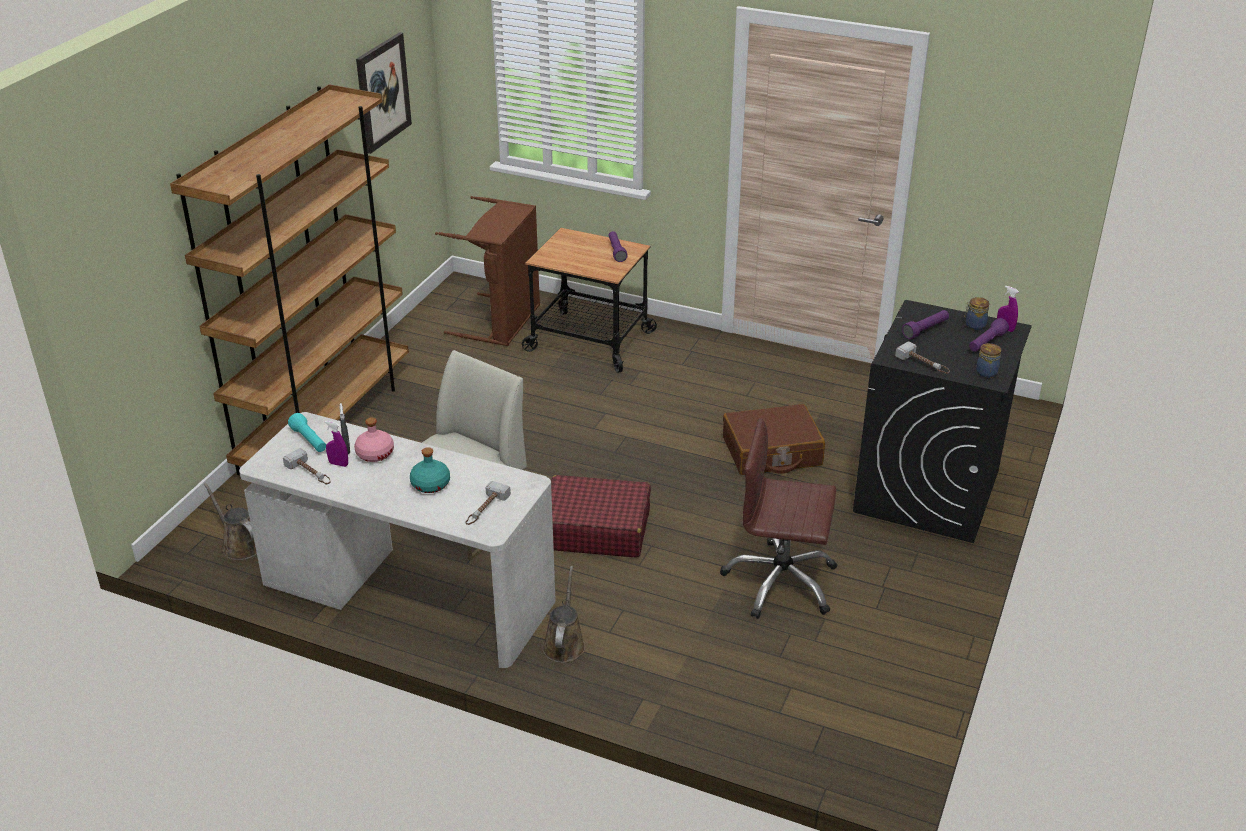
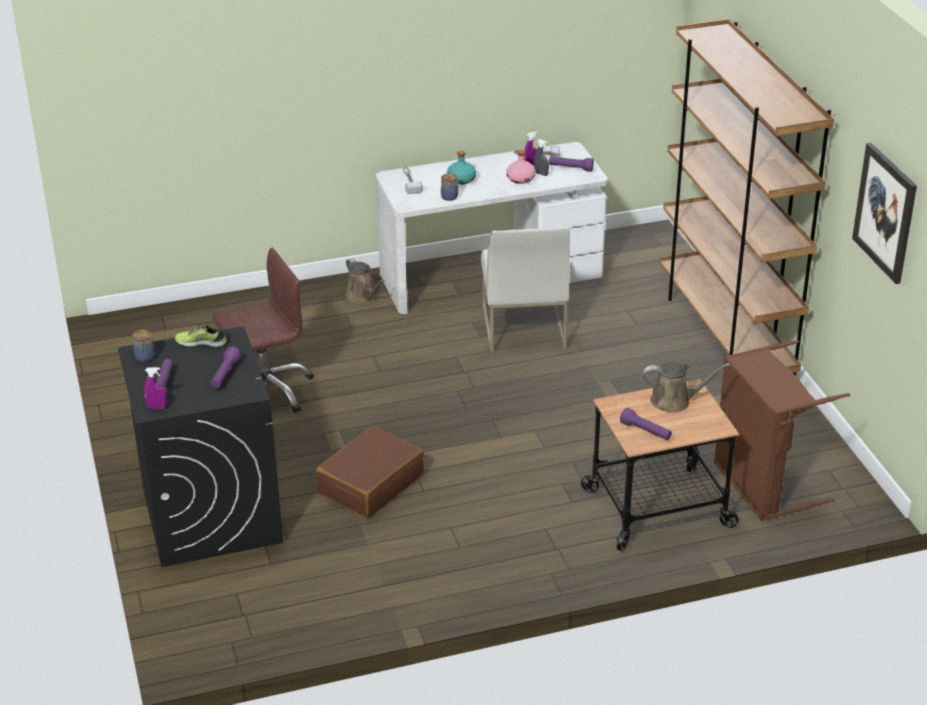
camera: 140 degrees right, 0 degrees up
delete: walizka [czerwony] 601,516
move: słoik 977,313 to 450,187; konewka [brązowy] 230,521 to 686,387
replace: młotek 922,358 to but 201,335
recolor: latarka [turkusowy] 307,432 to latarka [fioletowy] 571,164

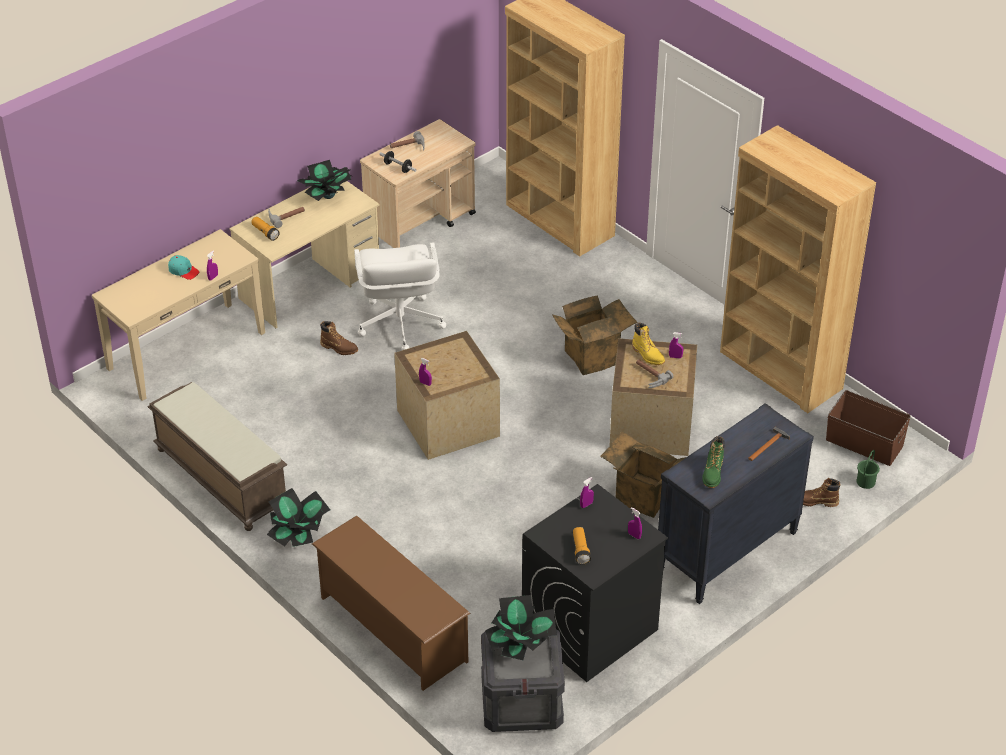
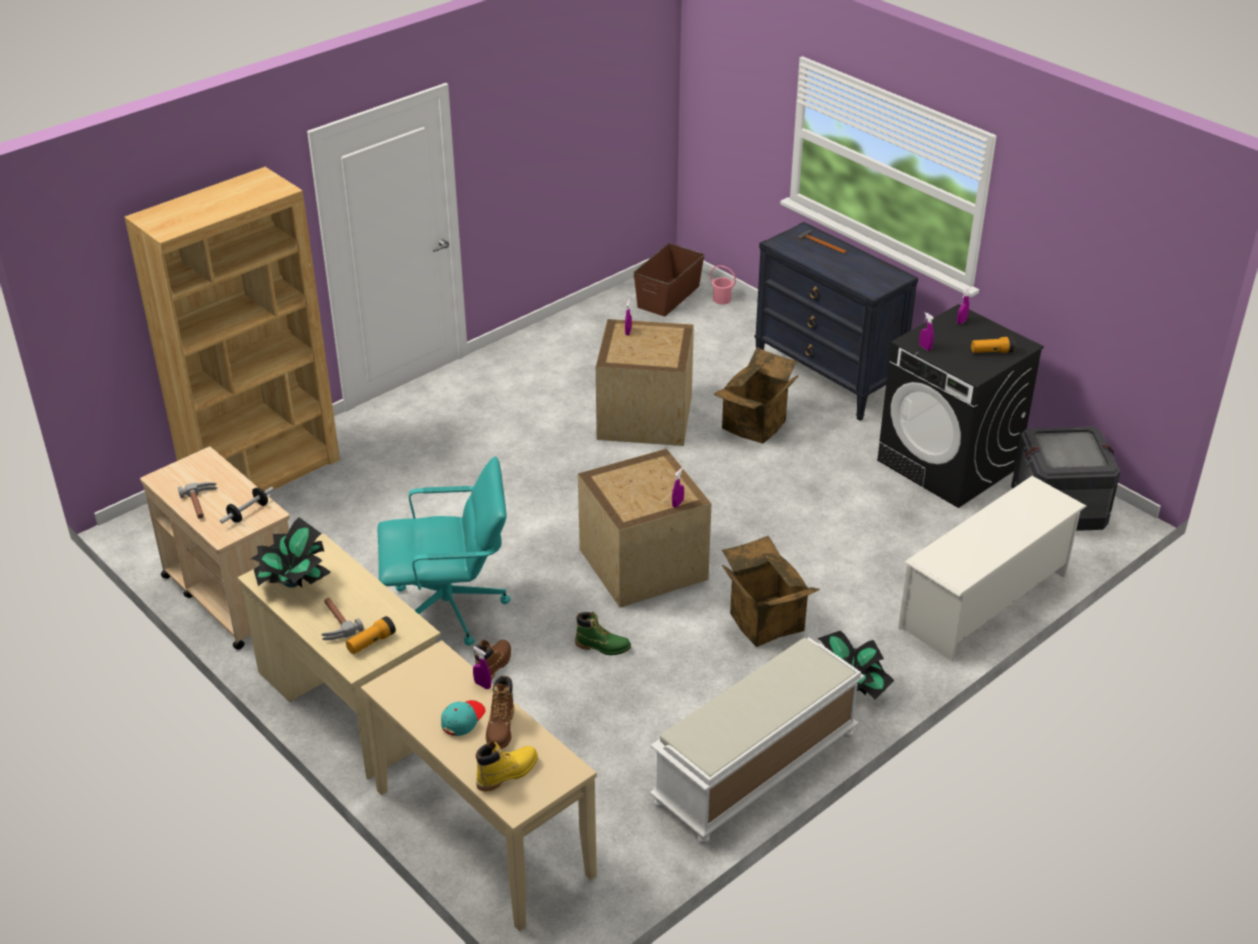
camera: 90 degrees left, 5 degrees down
delete: regał [brązowy] 798,269; młotek 654,373; roślina doniczkowa 521,627
move: karton 595,335 to 771,591; but z cholewką [żółty] 648,344 to 507,766; but z cholewką [zielony] 713,462 to 603,633; but z cholewką [brązowy] 821,492 to 500,712
recolor: krzesło biurowe [biały] 400,296 to krzesło biurowe [turkusowy] 443,551; ławka [brązowy] 217,456 to ławka [biały] 757,741; wiadro [zielony] 868,469 to wiadro [różowy] 723,284; regał na buty [brązowy] 391,603 to regał na buty [biały] 992,568

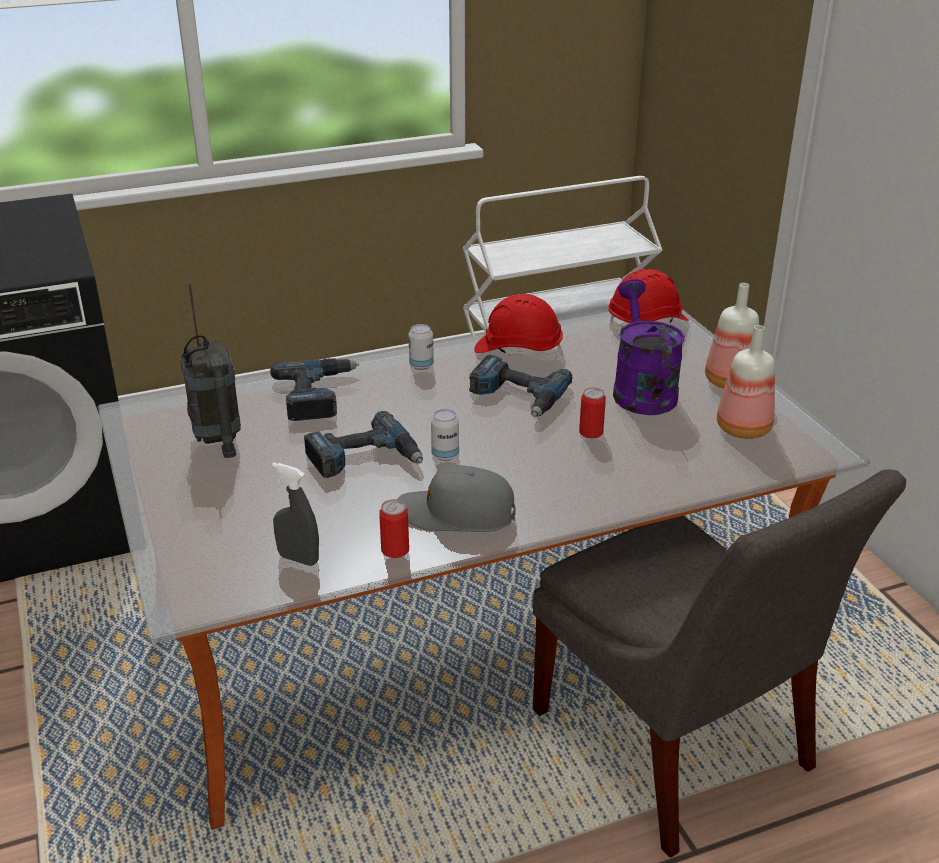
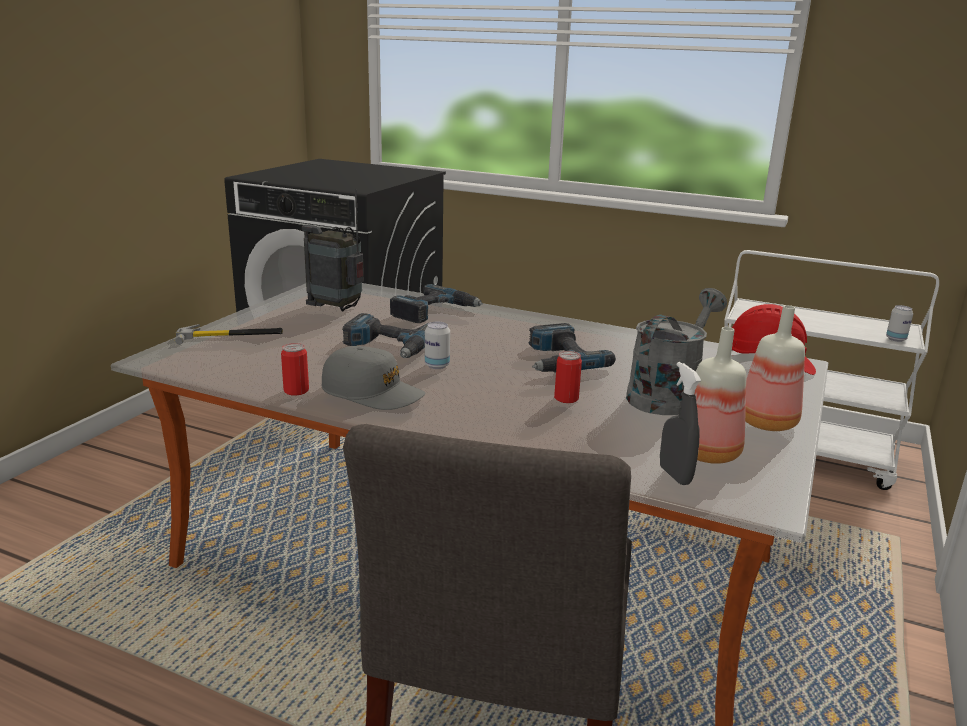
camera: 45 degrees right, 10 degrees down
delete: kask [czerwony] 518,327
insert: młotek 229,334
move: puszka 421,347 to 899,323; spryskiwacz [szary] 295,514 to 680,423
recolor: konewka [fioletowy] 649,347 to konewka [szary] 676,351
rotate: radio 210,371 = 333,250 90 degrees clockwise; czapka z daszkiem [szary] 456,498 = 373,378 150 degrees clockwise

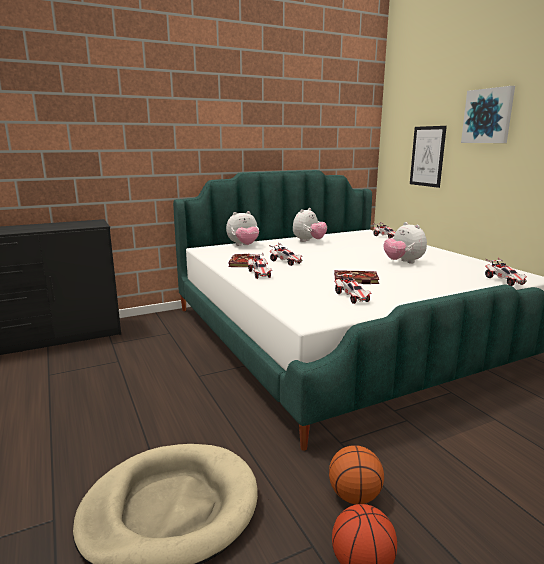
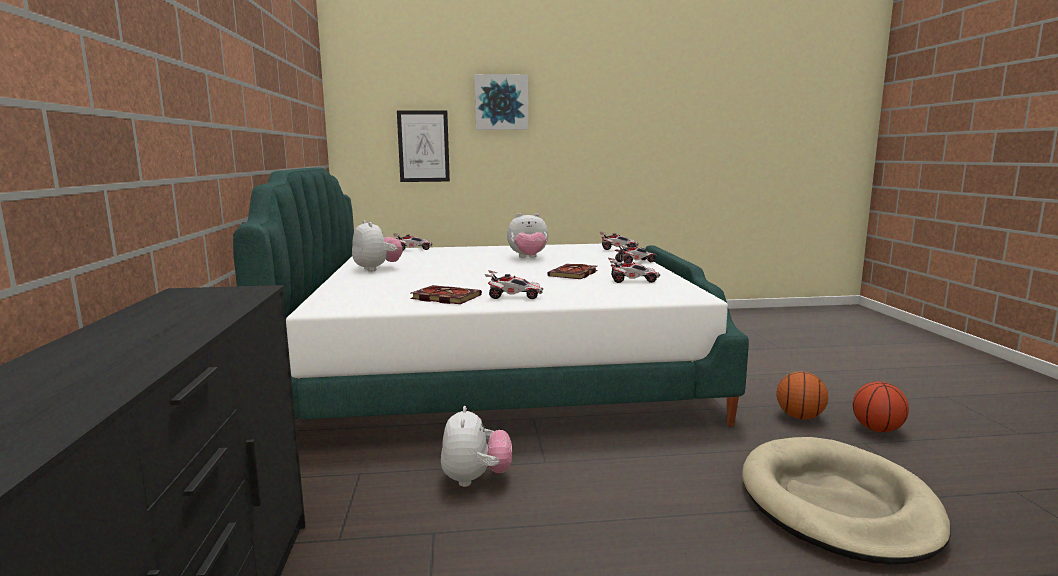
camera: 70 degrees left, 5 degrees down
move: pluszak 242,228 to 476,446; samochodzik 285,254 to 635,253

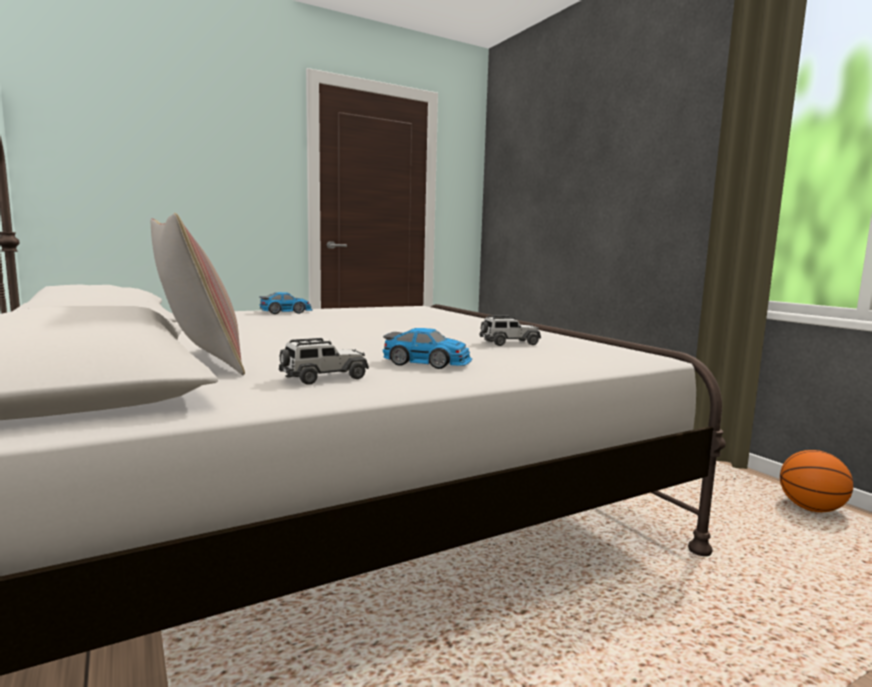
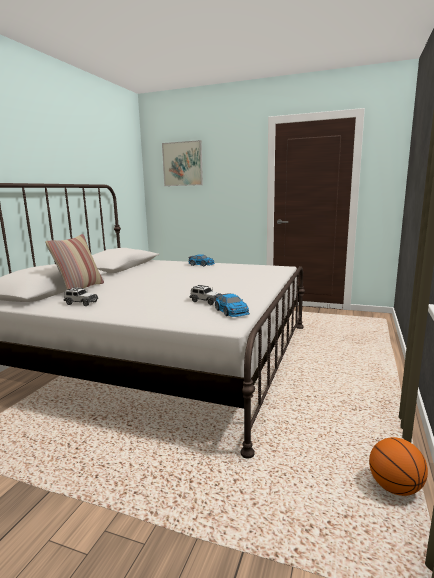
camera: 50 degrees right, 5 degrees up
insert: obraz 182,163
move: samochodzik 427,348 to 232,305

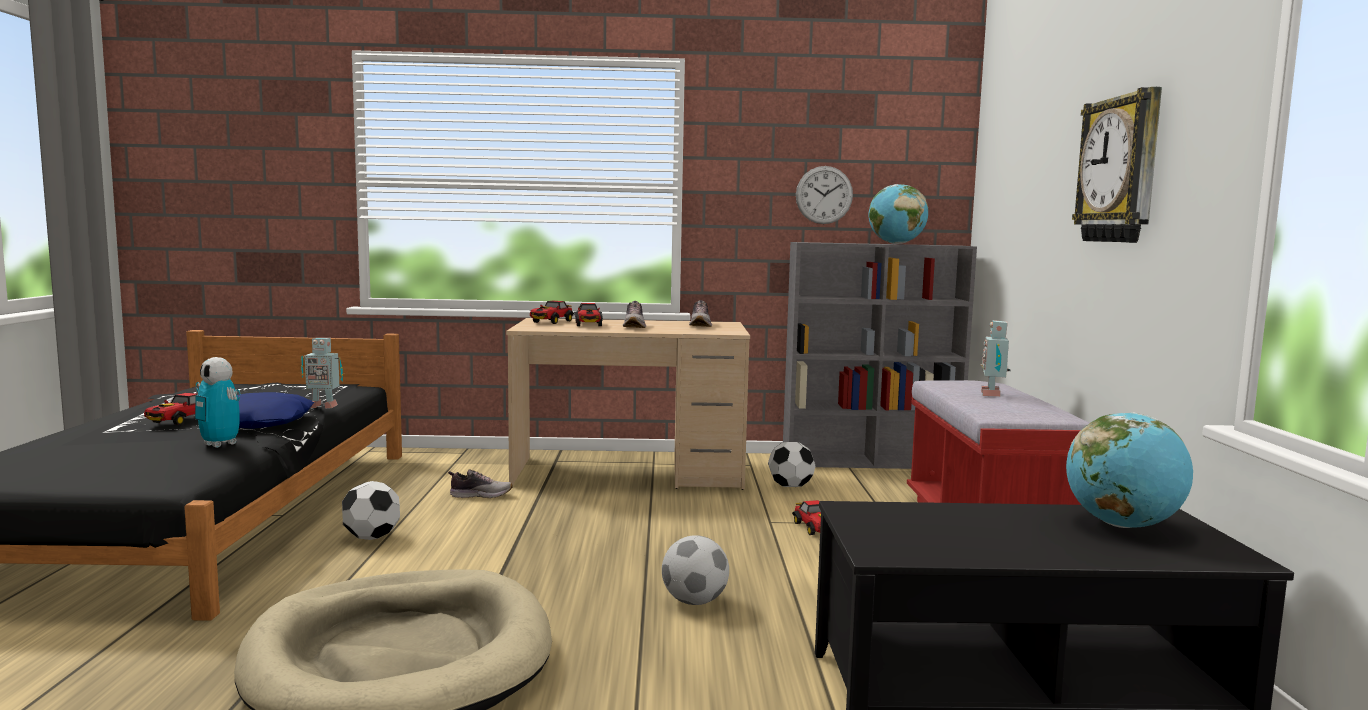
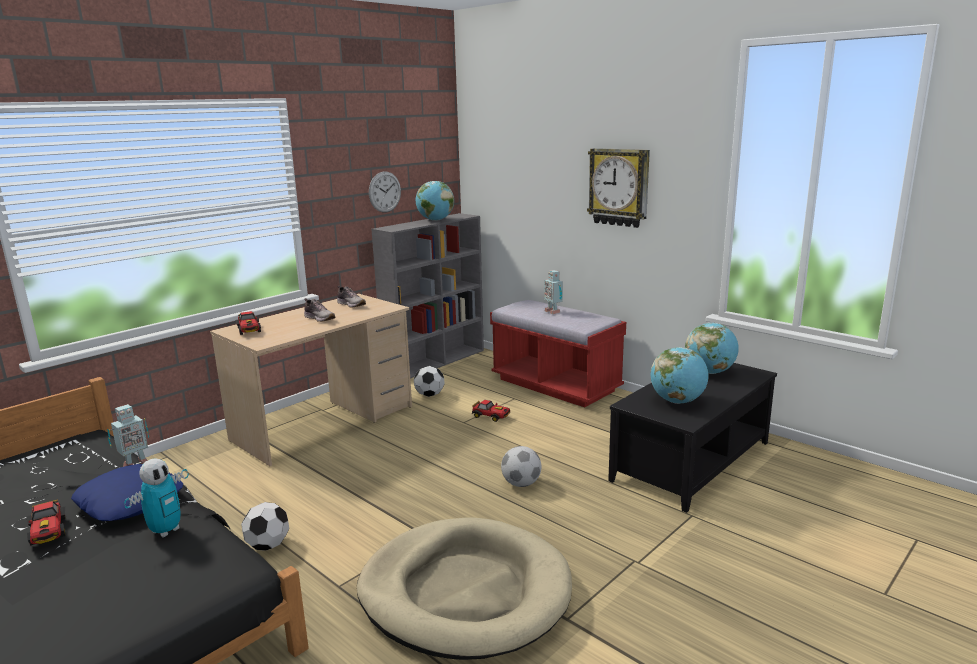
camera: 45 degrees left, 10 degrees up
delete: samochodzik 588,314; but 480,483
insert: globus 680,375
rotate: robot zabawkowy 218,402 = 156,497 45 degrees counterclockwise

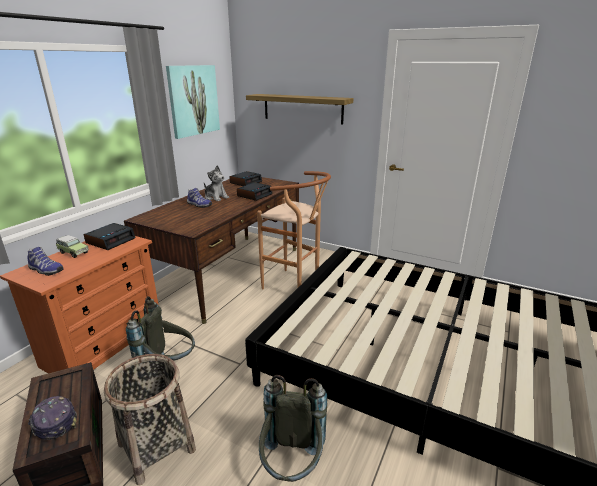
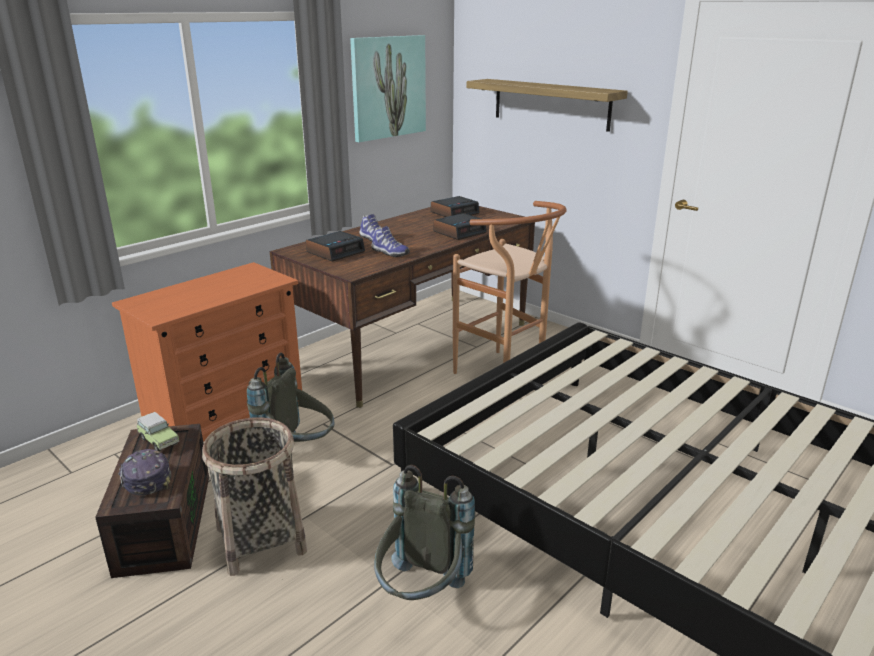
camera: 15 degrees right, 0 degrees up
delete: pluszak 216,184
move: budzik 110,236 to 335,246; samochodzik 72,246 to 158,432; but 45,261 to 390,241

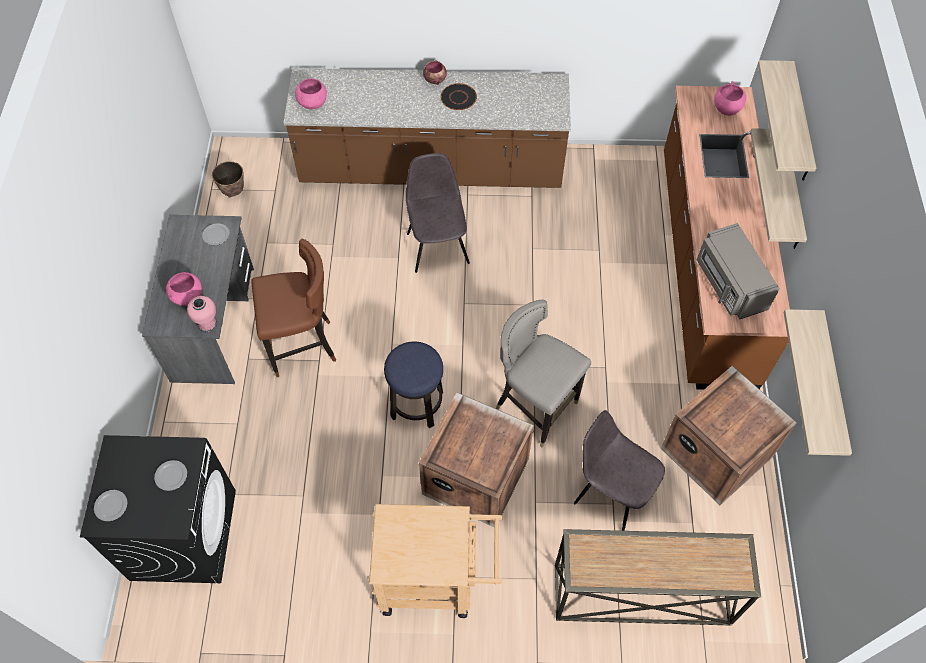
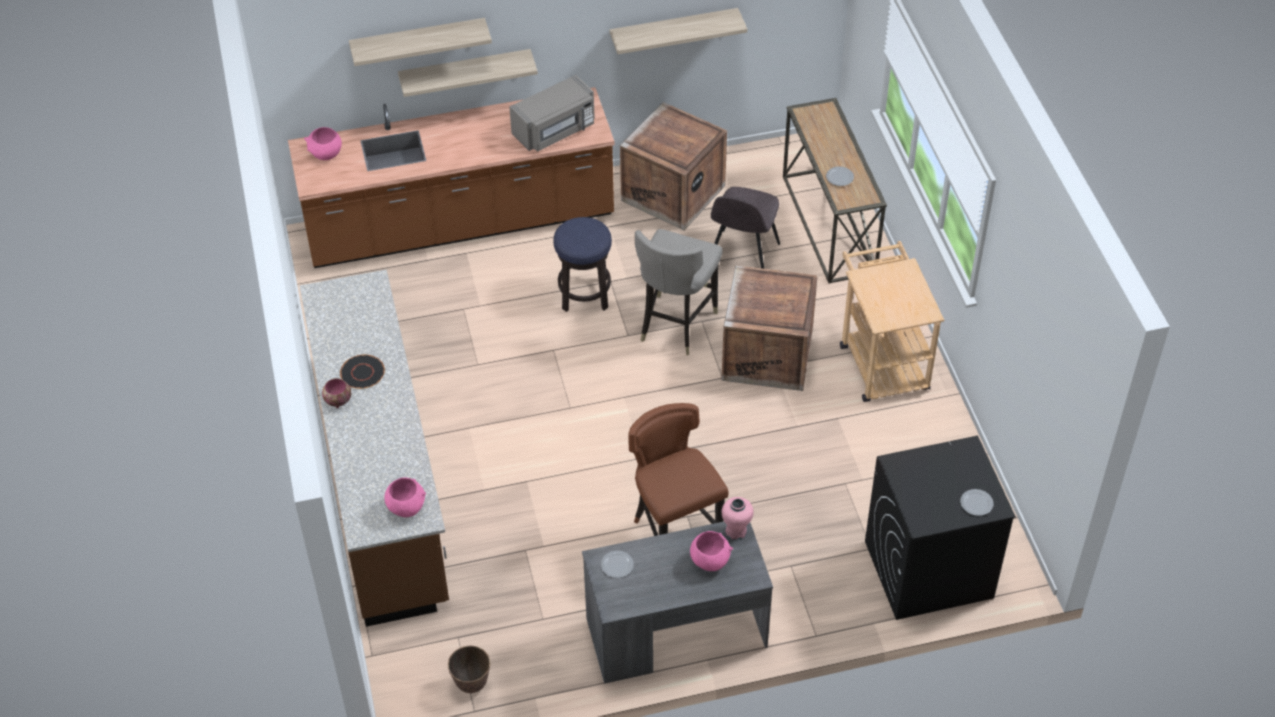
camera: 105 degrees left, 10 degrees down
delete: krzesło [szary] 438,213
move: stołek 413,385 to 582,264; talerz 170,475 to 840,176

